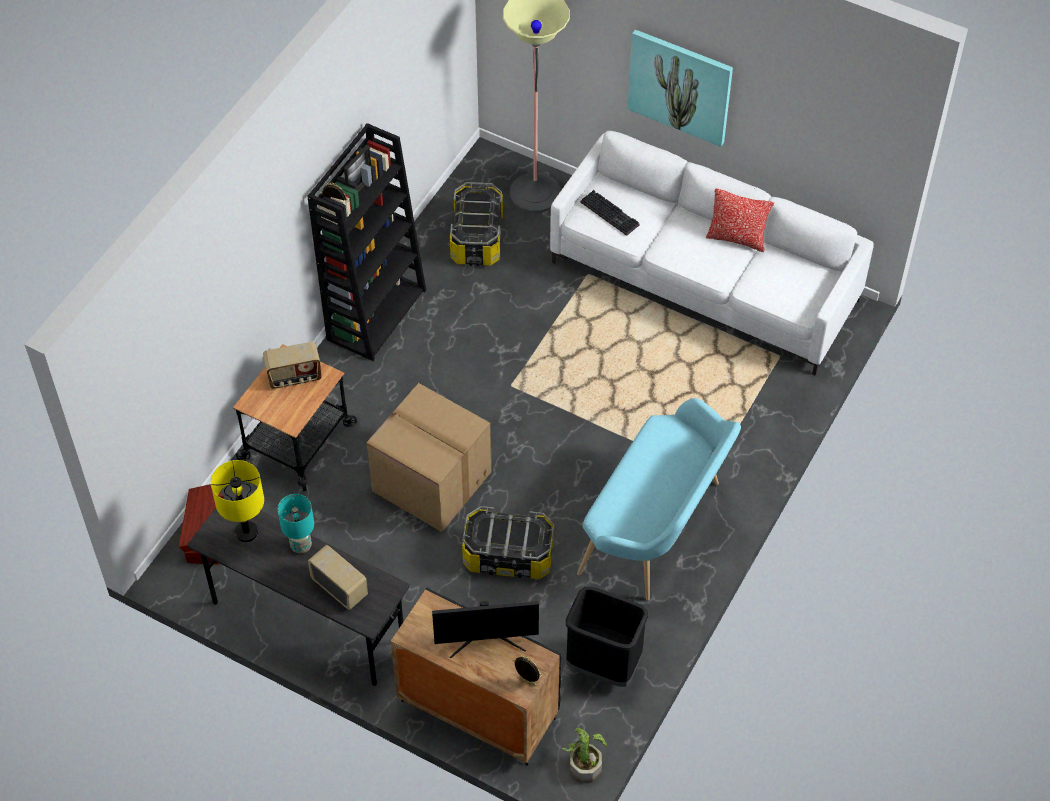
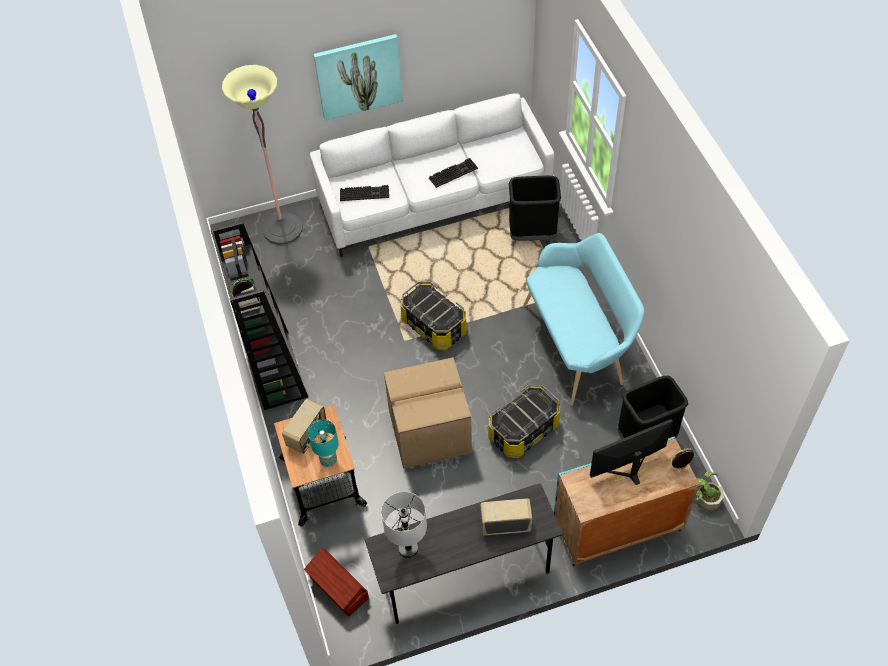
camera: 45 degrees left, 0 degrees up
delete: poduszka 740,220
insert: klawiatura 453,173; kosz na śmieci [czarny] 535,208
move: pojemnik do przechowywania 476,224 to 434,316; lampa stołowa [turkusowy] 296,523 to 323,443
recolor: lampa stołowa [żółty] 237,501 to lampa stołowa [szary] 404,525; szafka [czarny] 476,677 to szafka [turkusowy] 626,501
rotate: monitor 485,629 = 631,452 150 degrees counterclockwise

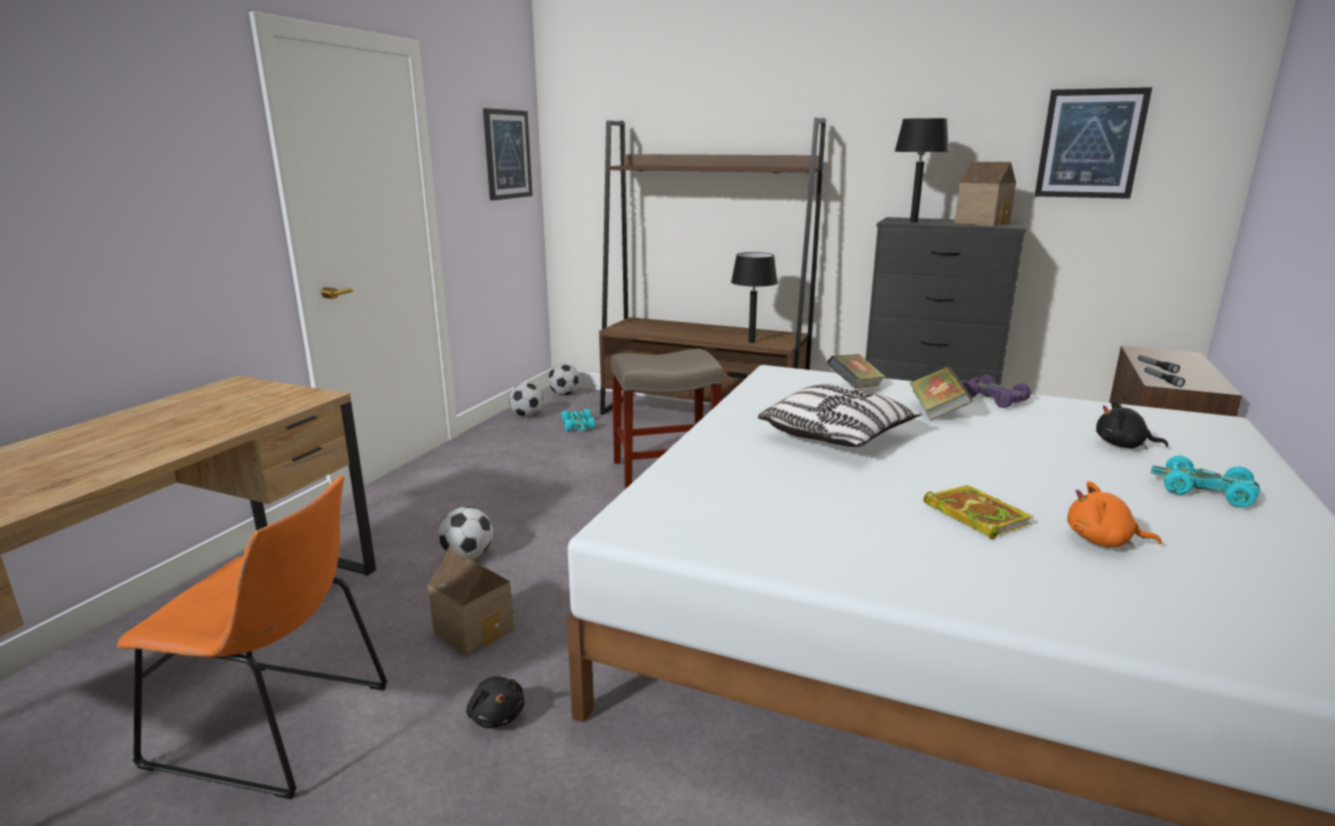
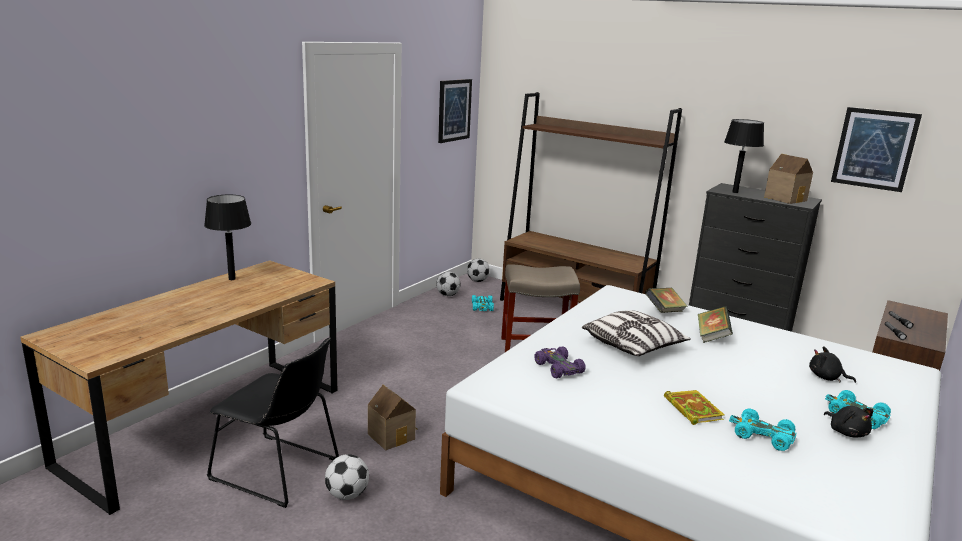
camera: 10 degrees right, 0 degrees up
move: lampa stołowa [czarny] 754,297 to 227,237; samochodzik [fioletowy] 995,391 to 560,362; piłka futbolowa 465,533 to 347,477; pluszak [czarny] 495,702 to 848,422
replace: pluszak [pomarańczowy] 1114,514 to samochodzik [turkusowy] 762,430
recolor: krzesło [pomarańczowy] 252,638 to krzesło [czarny] 273,422

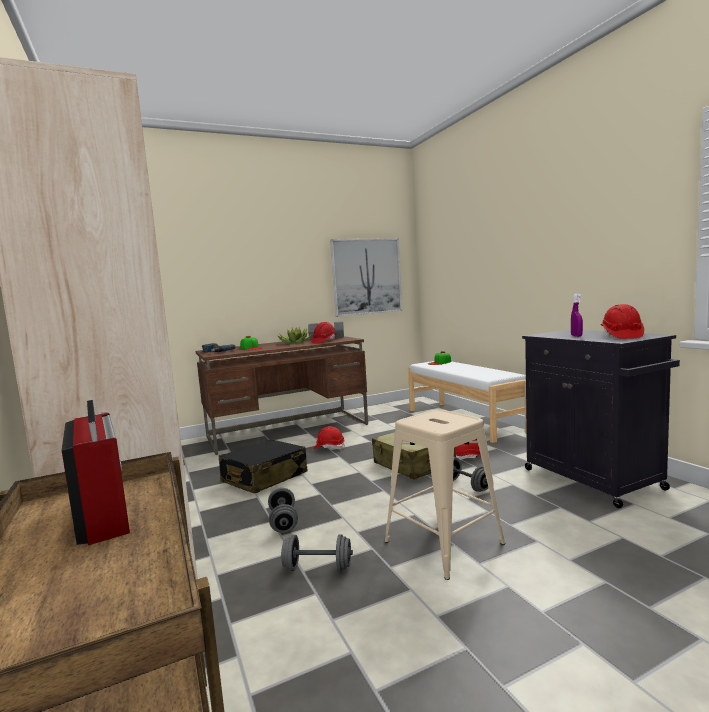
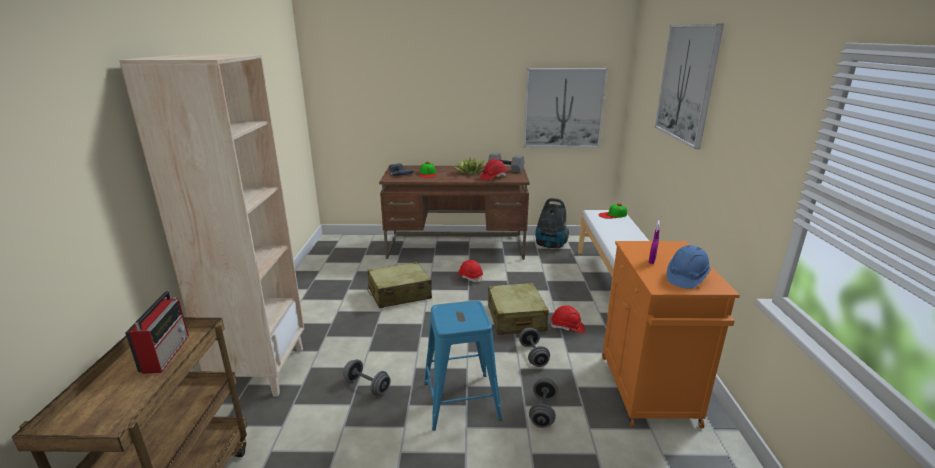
camera: 25 degrees right, 15 degrees up
insert: obraz 689,86; odkurzacz 552,223
move: hantel [szary] 283,510 to 543,403
recolor: kask [czerwony] 622,321 to kask [niebieski] 689,267; szafka [czarny] 601,419 to szafka [pomarańczowy] 671,334; stołek [beżowy] 445,494 to stołek [niebieski] 463,366; walizka [czarny] 263,466 to walizka [beżowy] 399,285

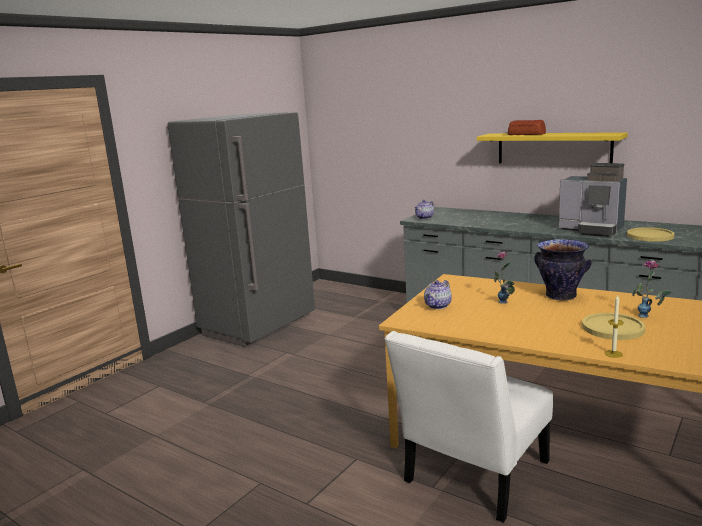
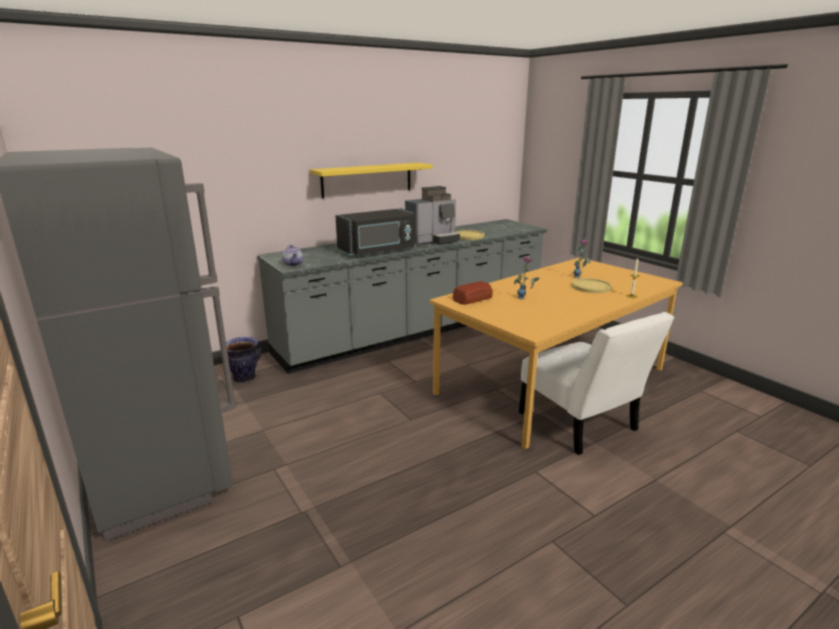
camera: 70 degrees left, 5 degrees up
delete: imbryk 438,294
insert: mikrofalówka [czarny] 375,232
move: chleb 527,127 to 473,293; wazon 562,269 to 240,360

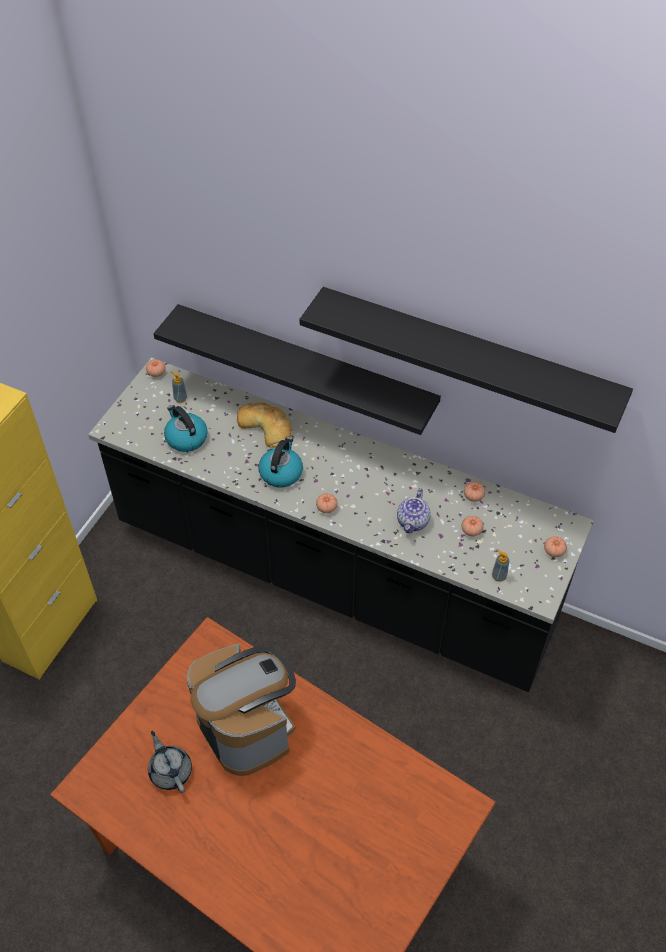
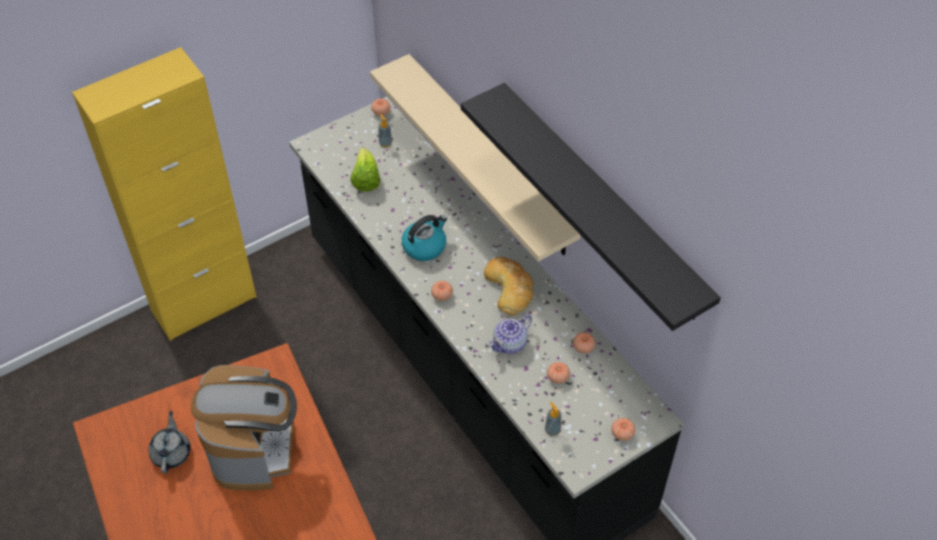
camera: 30 degrees right, 0 degrees up
move: chleb 264,425 to 509,286
replace: czajnik 186,428 to sałata 365,169
recolor: półka [czarny] 297,369 to półka [beżowy] 475,158

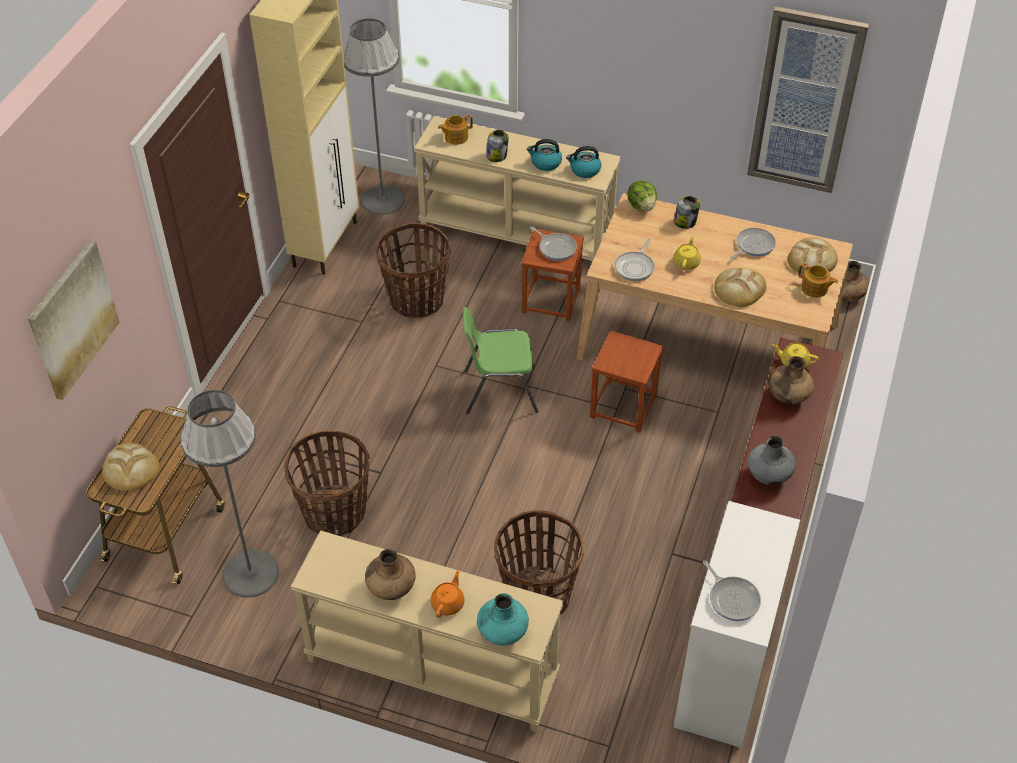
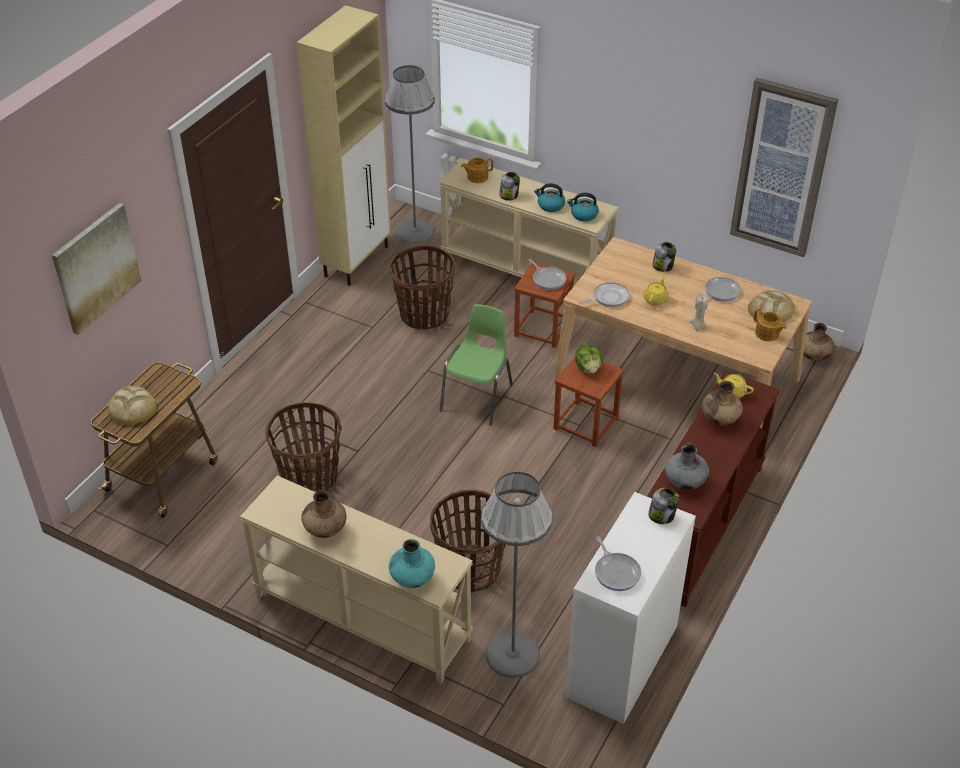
camera: 10 degrees right, 5 degrees down
delete: imbryk [pomarańczowy] 447,594
insert: słoik 663,506
move: sałata 642,195 to 589,358; lampa stojąca [szary] 229,493 to 517,574
replace: chleb 740,287 to świeca [beżowy] 699,311
rotate: patelnia 635,259 = 604,294 150 degrees counterclockwise; krzesło [zielony] 500,360 = 476,365 105 degrees clockwise

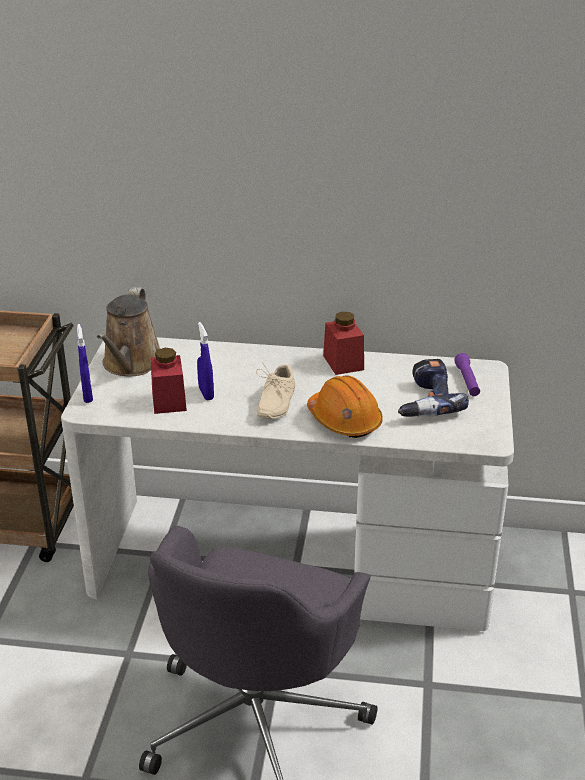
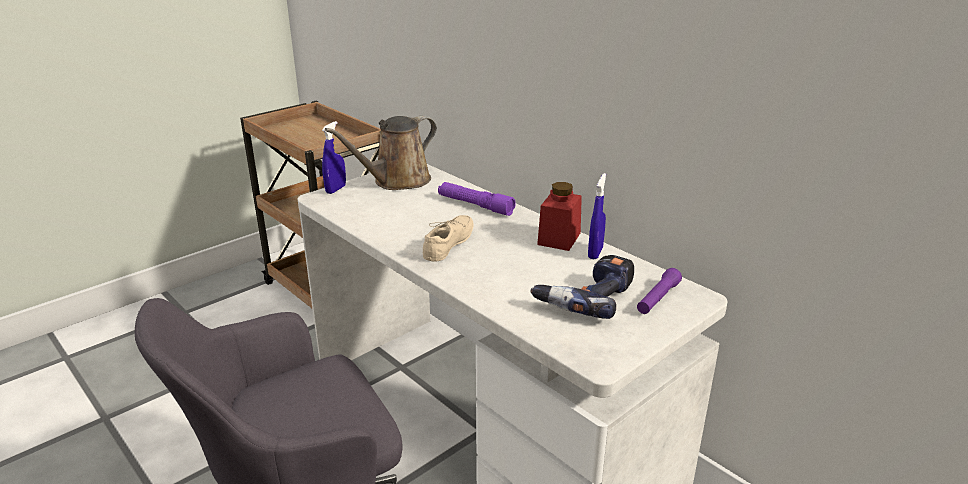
camera: 40 degrees right, 5 degrees down
delete: słoik [czerwony] 169,381; kask [pomarańczowy] 345,406
insert: latarka [fioletowy] 477,199
move: spryskiwacz [niebieski] 205,361 to 597,216
rotate: but [beżowy] 275,390 = 448,238 150 degrees clockwise

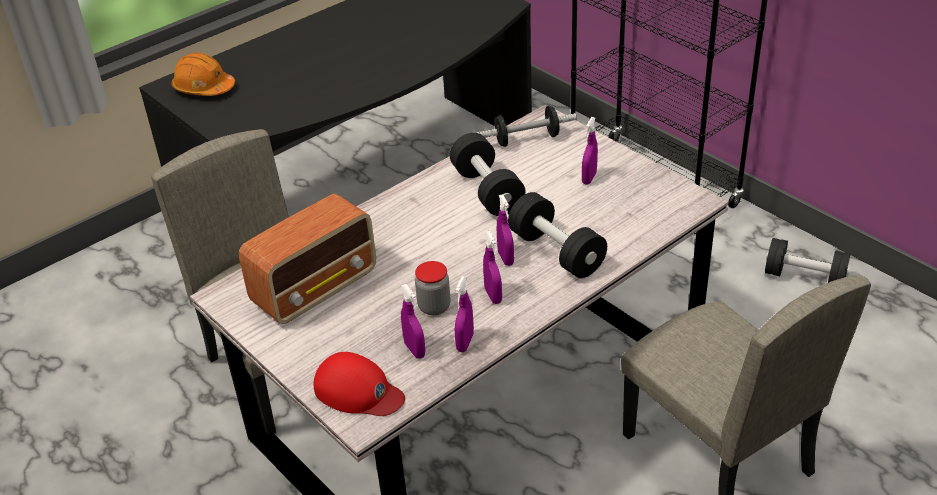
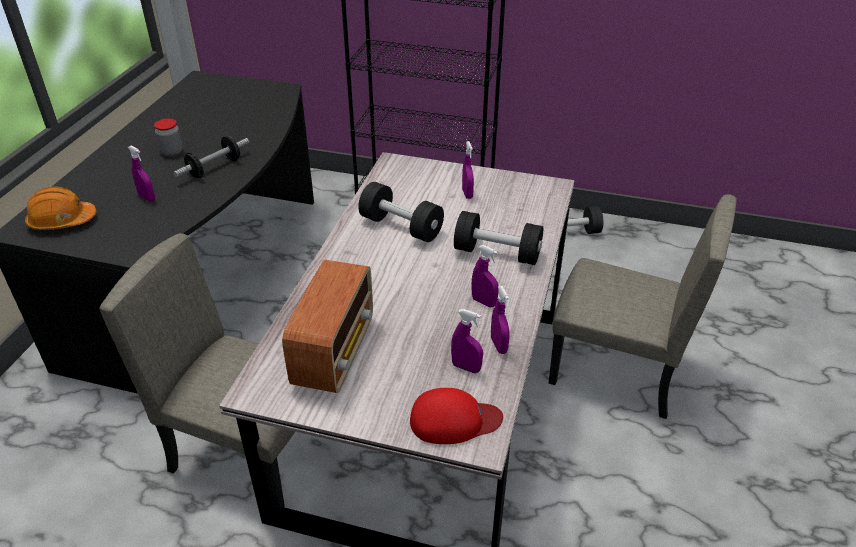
camera: 35 degrees left, 0 degrees up
move: hantel 526,126 to 211,157; spryskiwacz [fioletowy] 505,230 to 141,173; słoik 433,288 to 168,138

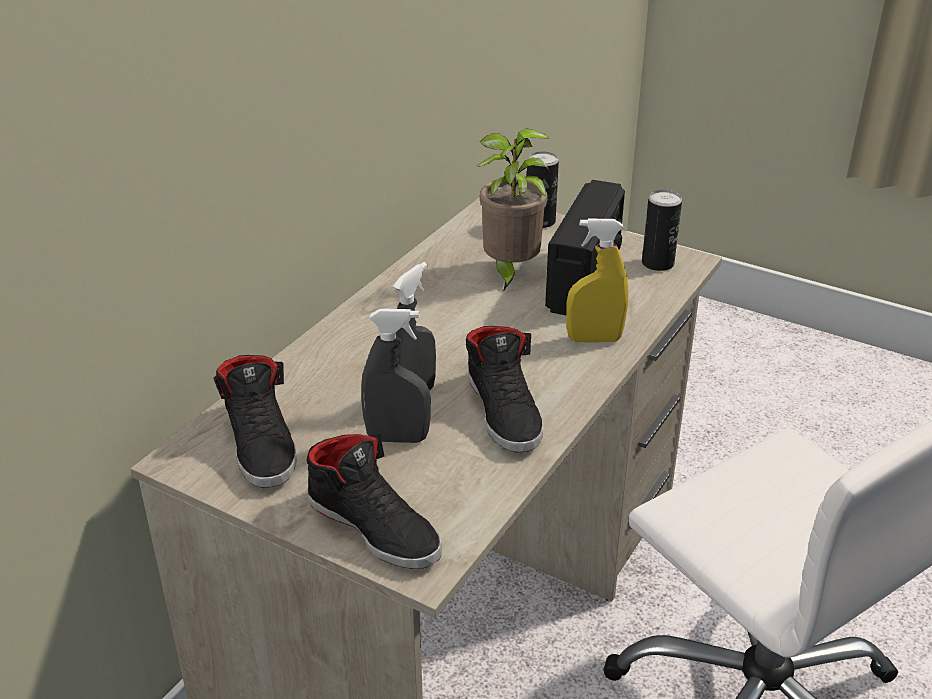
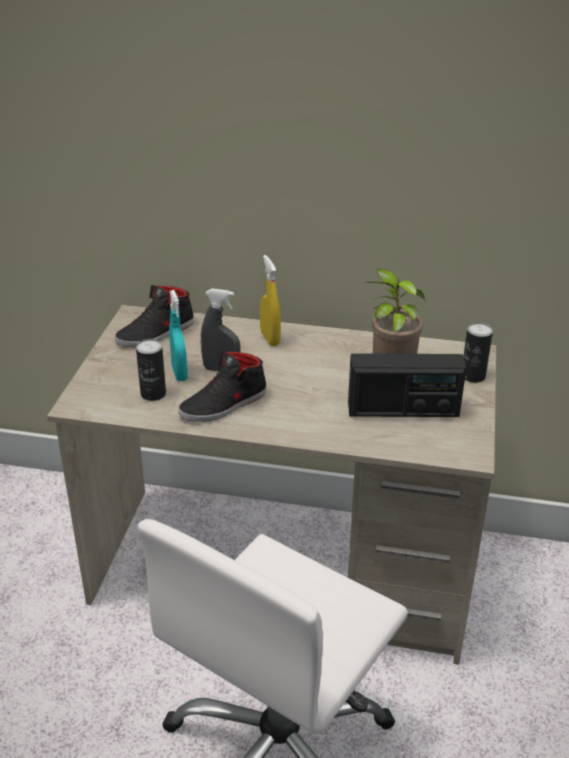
camera: 70 degrees right, 0 degrees up
delete: but [czarny] 374,501
move: puszka 662,230 to 151,370; spryskiwacz [żółty] 597,280 to 270,300
recolor: spryskiwacz [szary] 396,376 to spryskiwacz [turkusowy] 178,335

